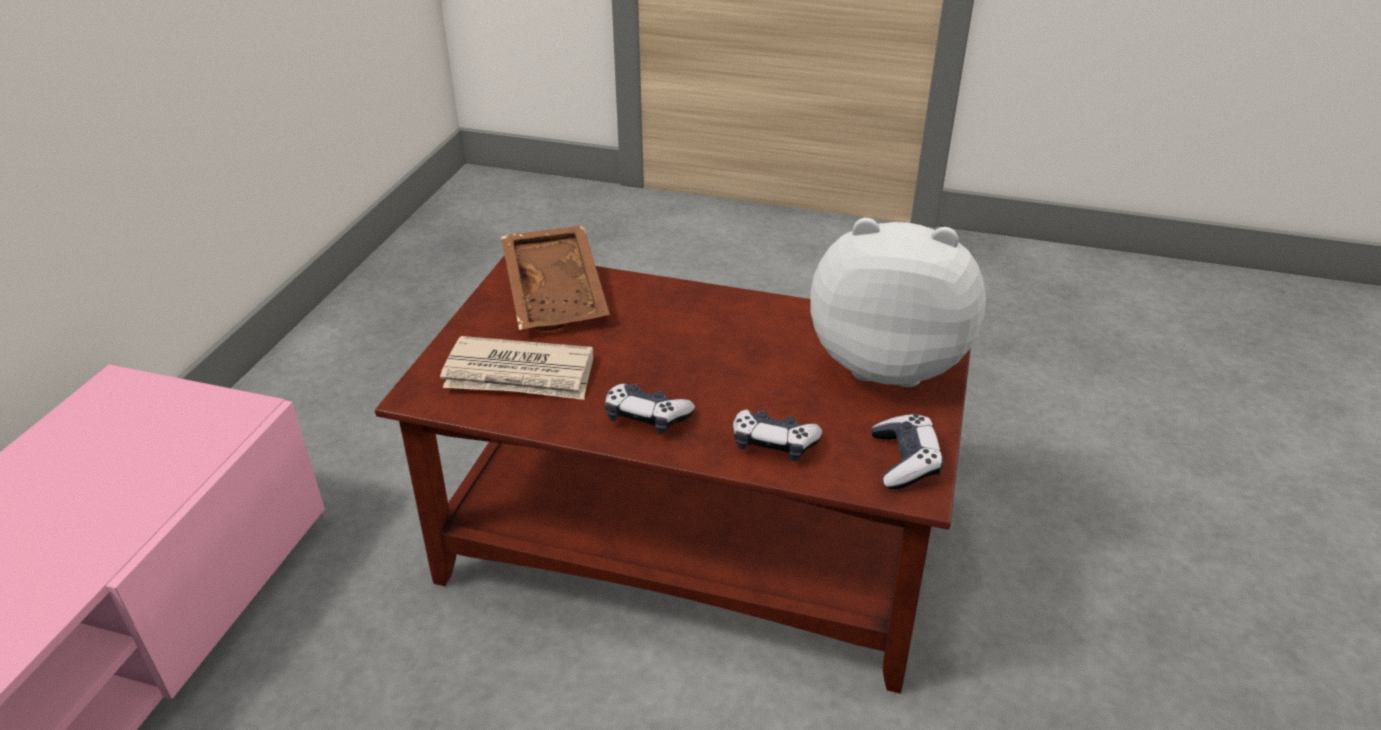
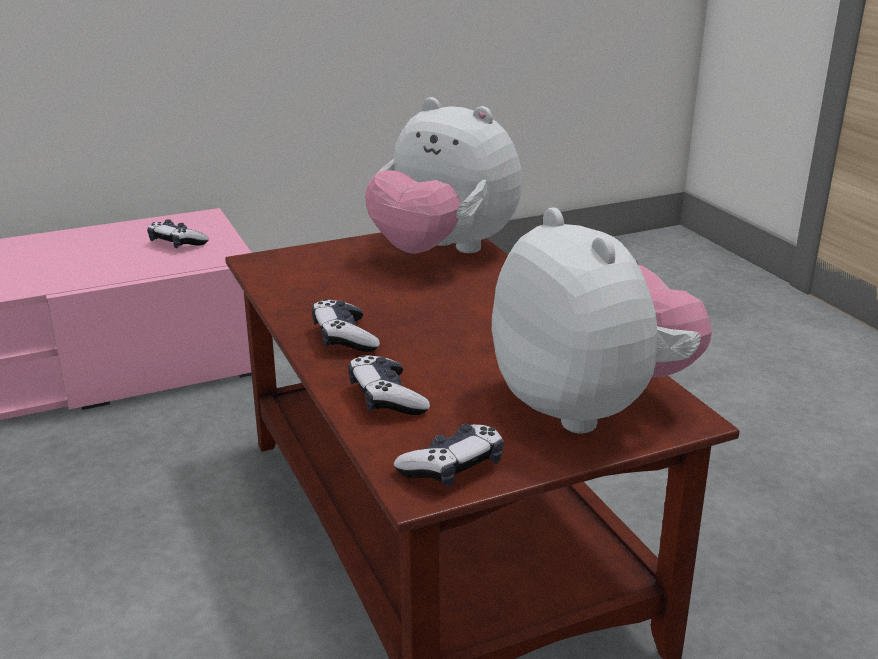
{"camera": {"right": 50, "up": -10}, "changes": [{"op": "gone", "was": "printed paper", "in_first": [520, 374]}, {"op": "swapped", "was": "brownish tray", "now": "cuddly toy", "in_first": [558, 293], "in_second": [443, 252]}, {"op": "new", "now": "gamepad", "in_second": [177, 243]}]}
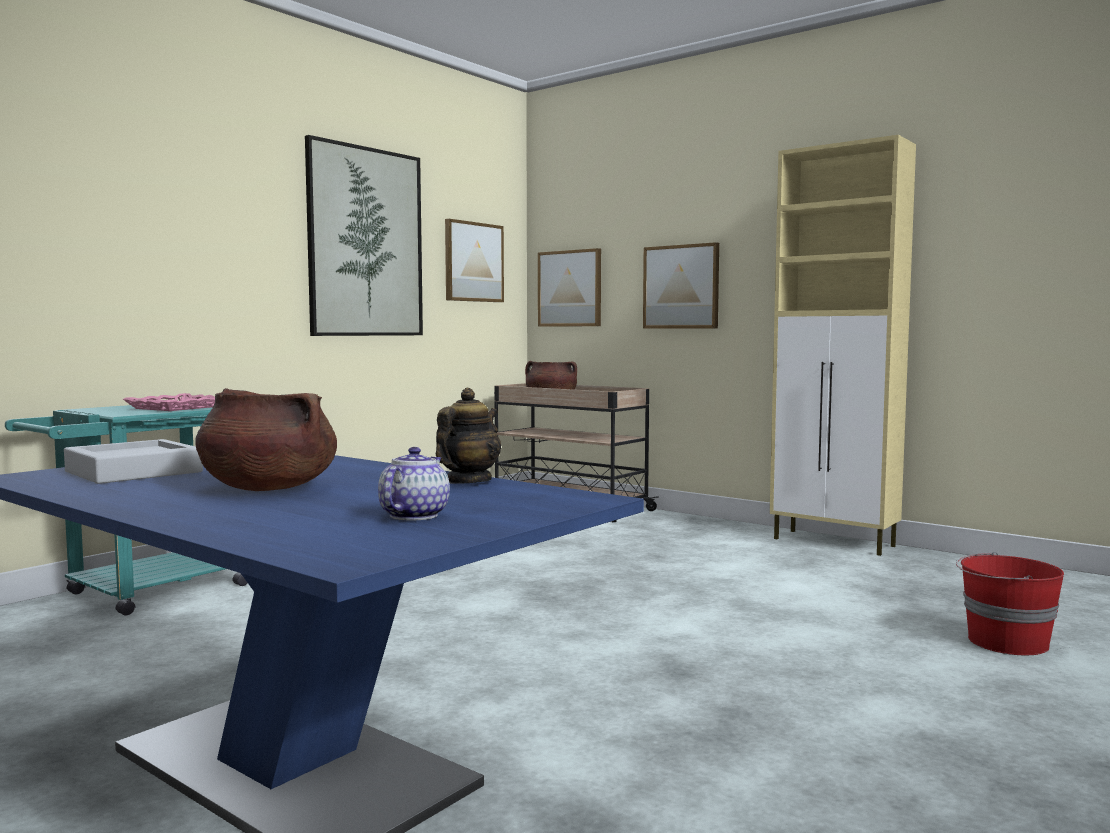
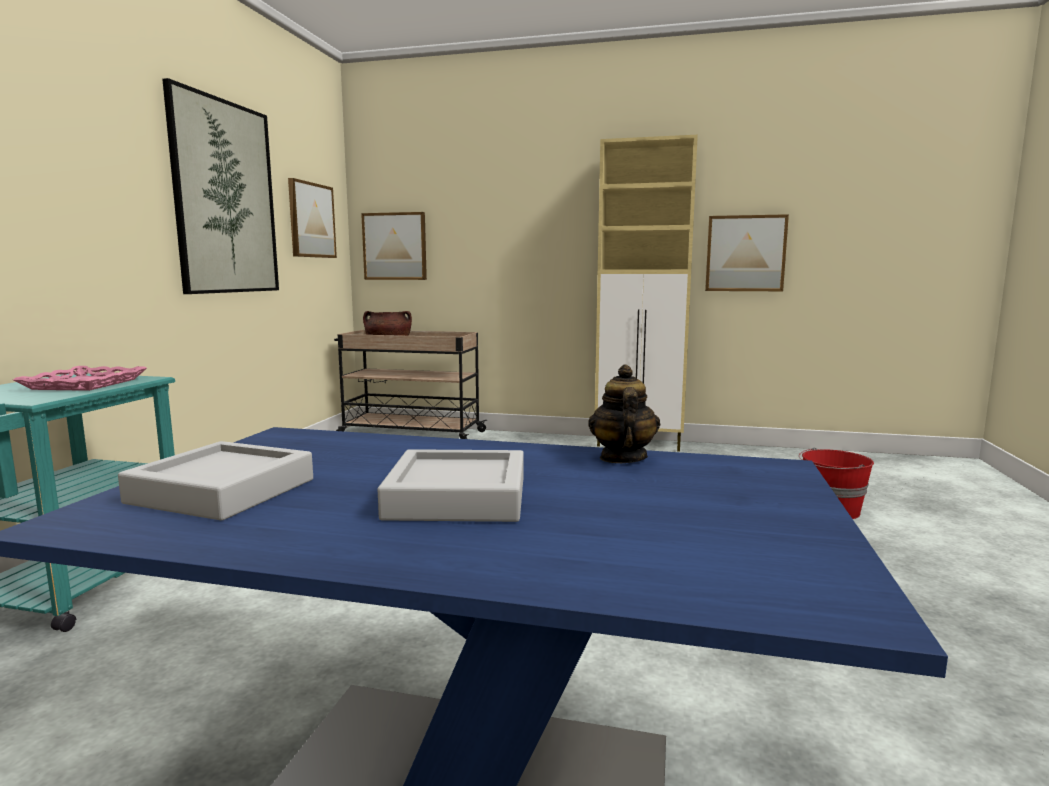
{"camera": {"right": -25, "up": 5}, "changes": [{"op": "swapped", "was": "brownish stockpot", "now": "grey tray", "in_first": [268, 488], "in_second": [457, 497]}, {"op": "gone", "was": "tea pot", "in_first": [413, 515]}, {"op": "shifted", "was": "wall art", "in_first": [681, 287], "in_second": [745, 253]}]}
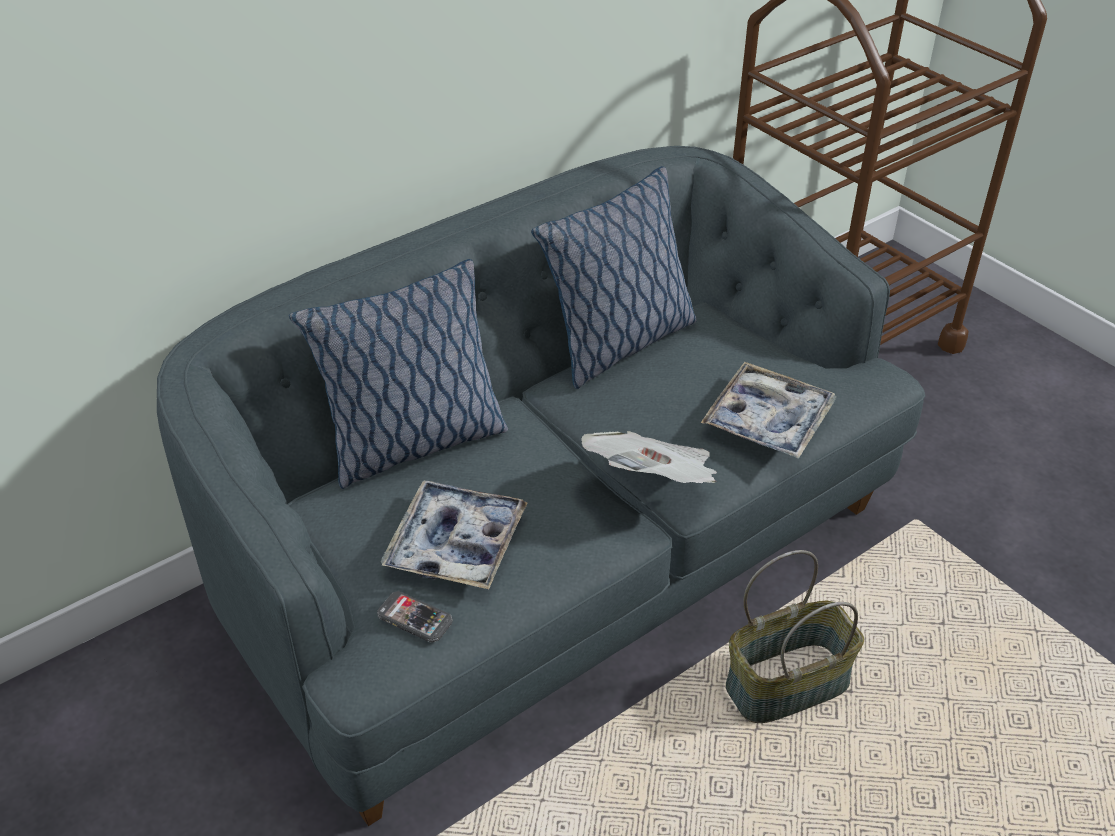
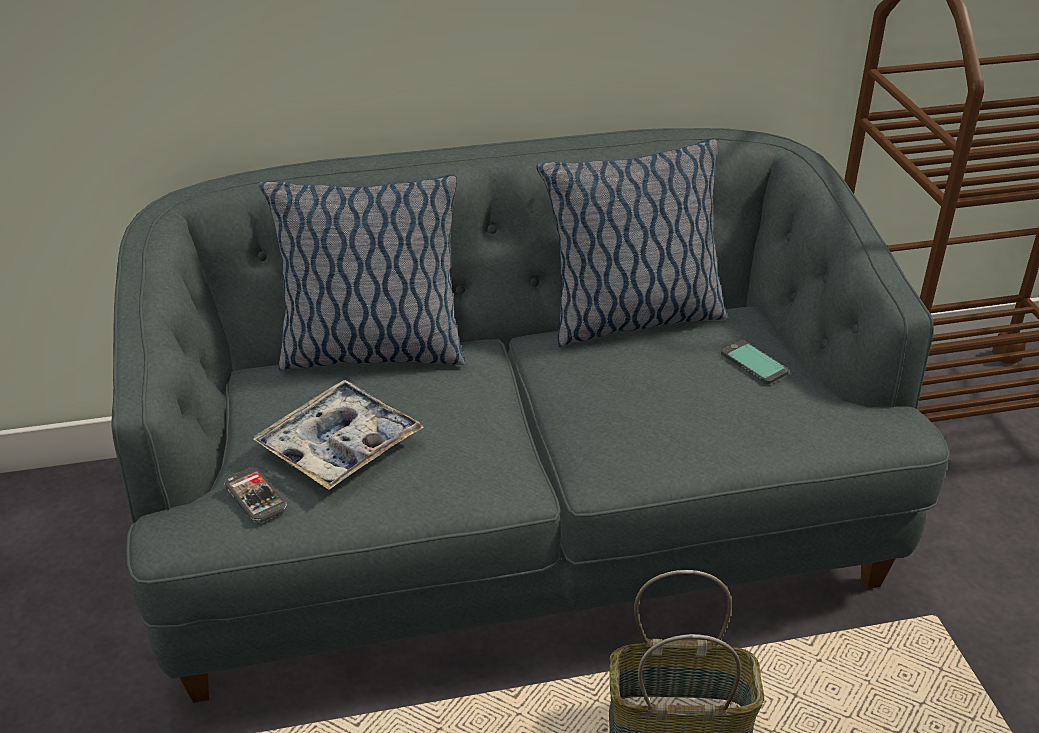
{"camera": {"right": 25, "up": -5}, "changes": [{"op": "gone", "was": "printed paper", "in_first": [653, 482]}, {"op": "gone", "was": "tray", "in_first": [768, 420]}, {"op": "new", "now": "telephone", "in_second": [753, 363]}]}
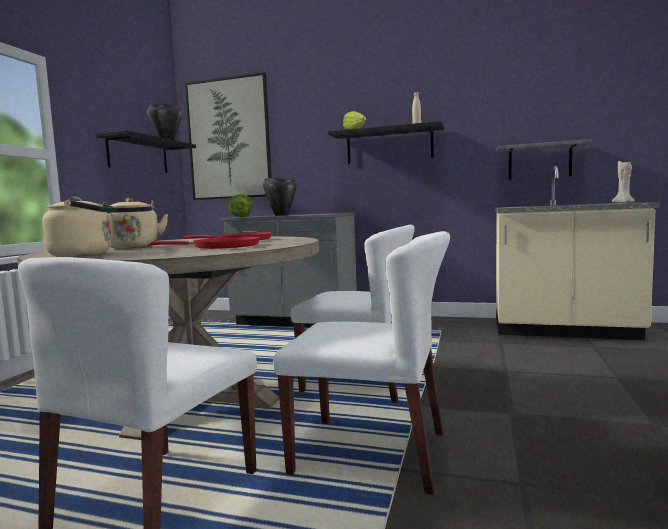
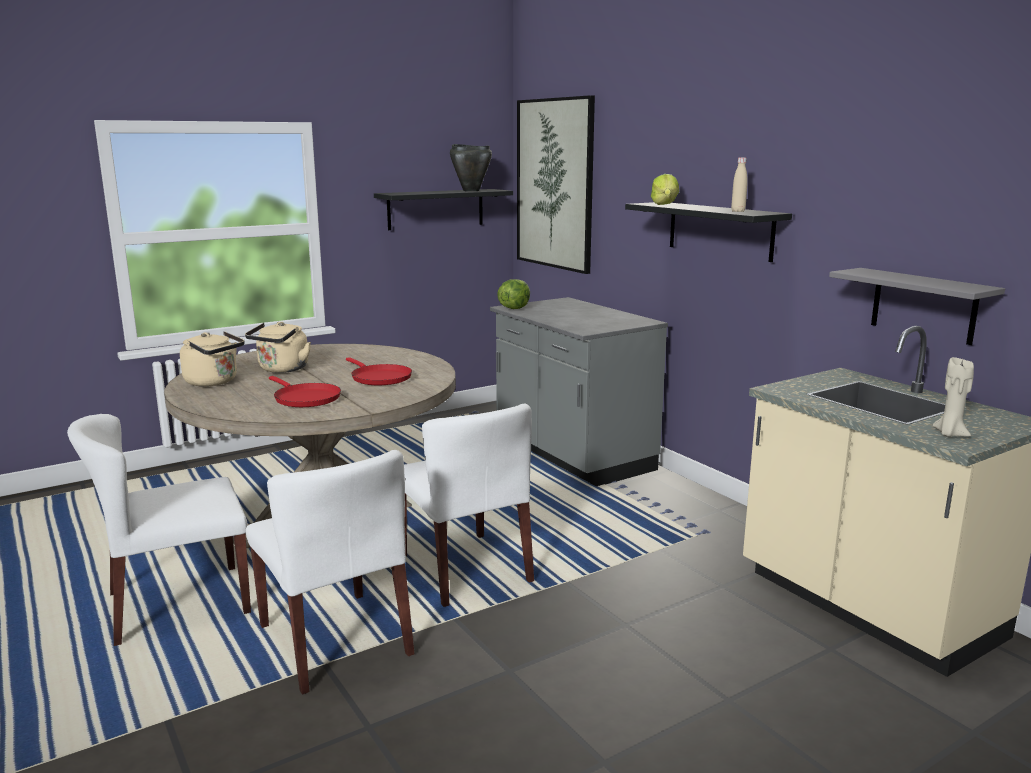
{"camera": {"right": 40, "up": 10}, "changes": [{"op": "gone", "was": "black-coloured stockpot", "in_first": [281, 215]}]}
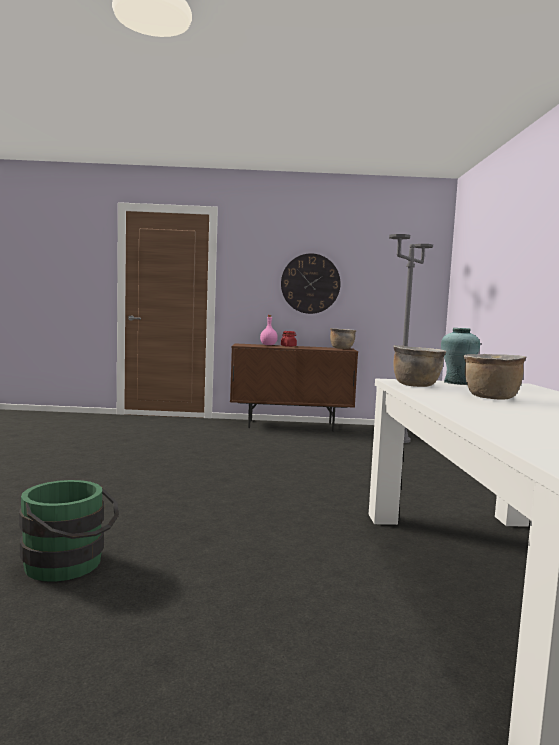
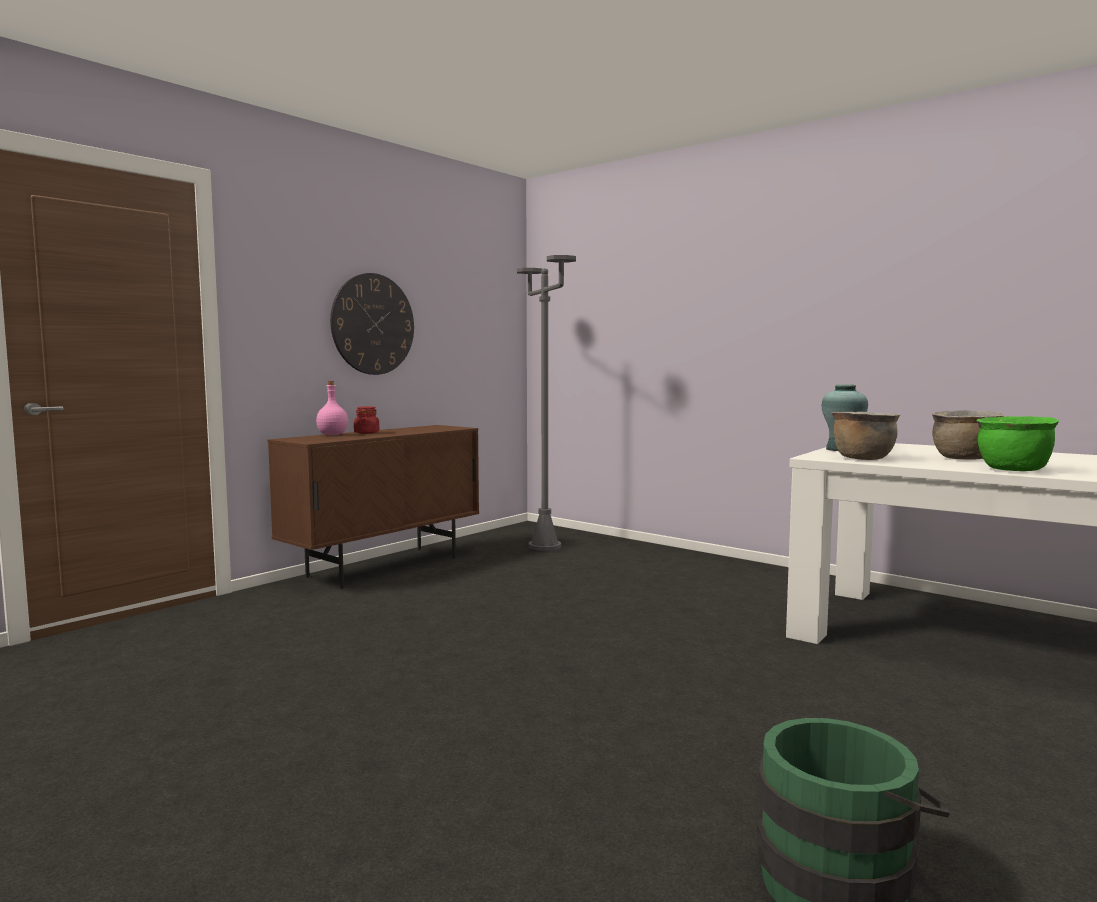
{"camera": {"right": -50, "up": 0}, "changes": [{"op": "gone", "was": "brownish stockpot", "in_first": [341, 348]}, {"op": "new", "now": "greenish stockpot", "in_second": [1013, 470]}]}
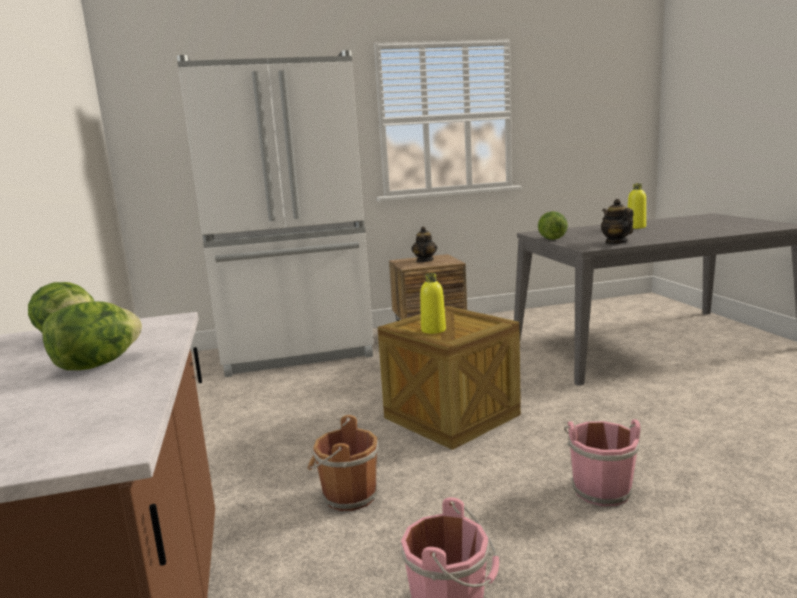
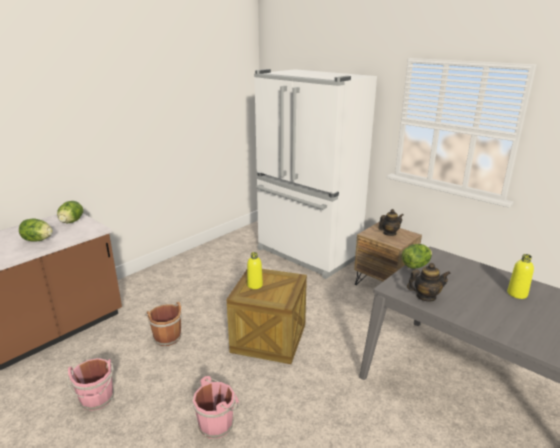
{"camera": {"right": 55, "up": 10}, "changes": [{"op": "rotated", "was": "tea pot", "in_first": [616, 242], "in_second": [426, 297], "clockwise": 45}]}
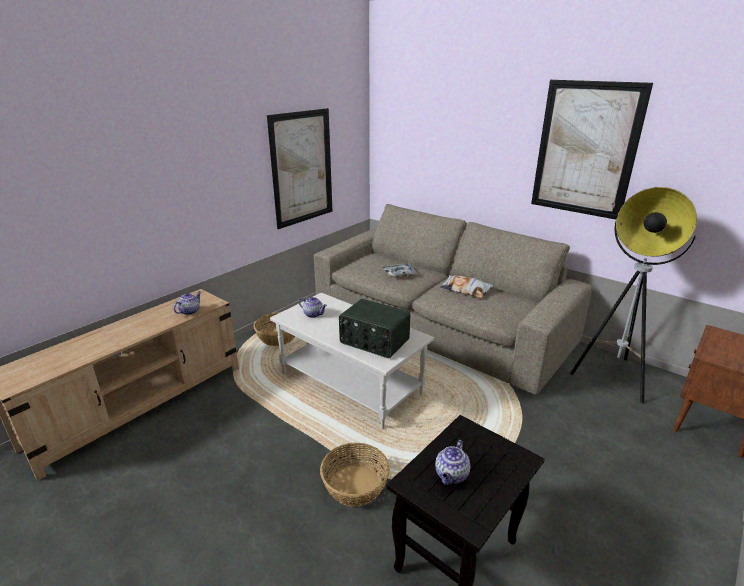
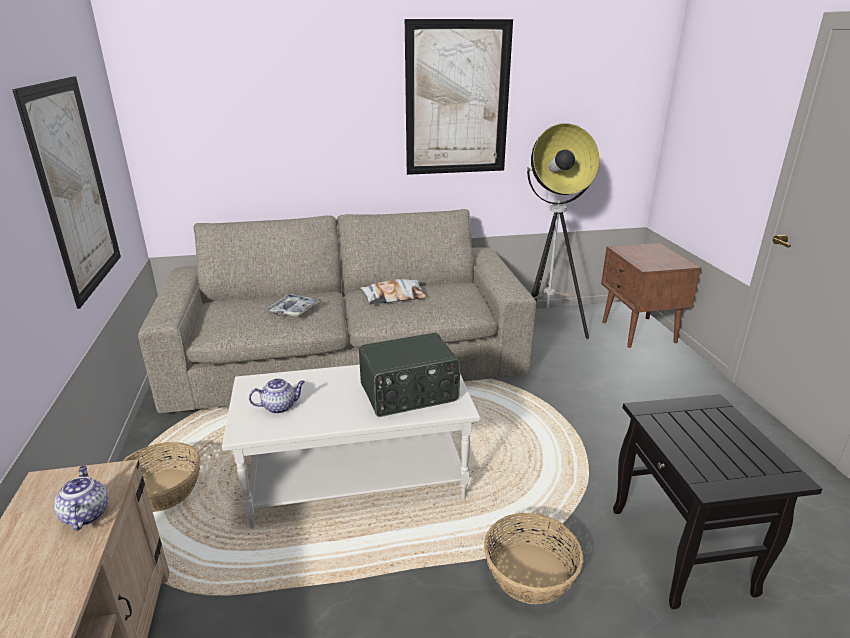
{"camera": {"right": -50, "up": 0}, "changes": [{"op": "gone", "was": "tea pot", "in_first": [451, 475]}]}
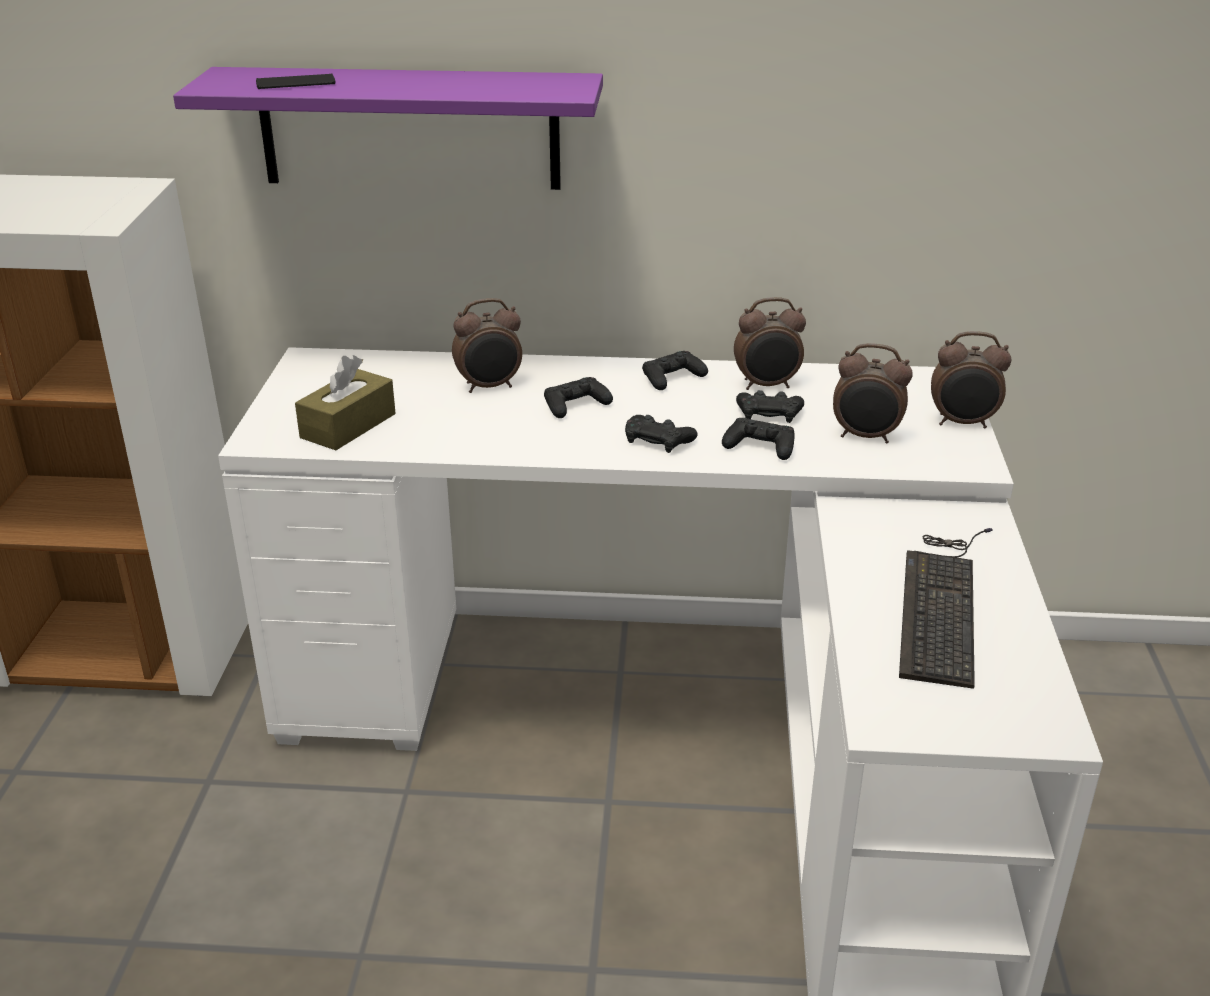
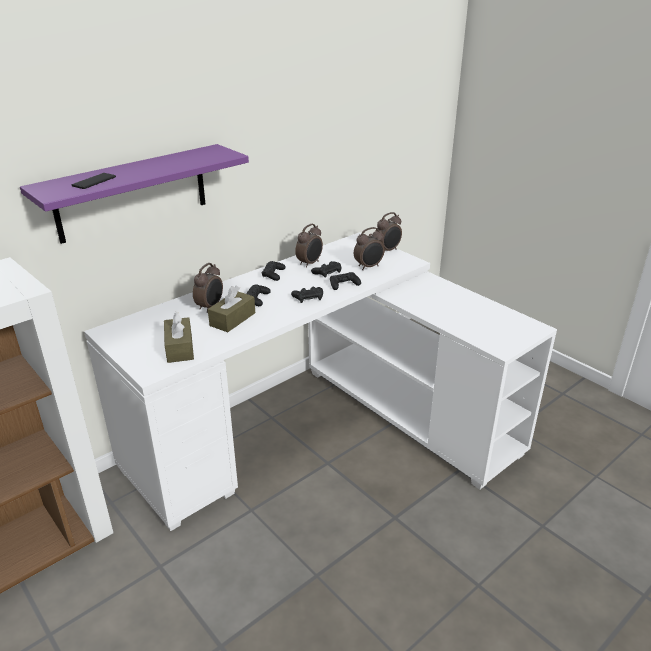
{"camera": {"right": -45, "up": 0}, "changes": [{"op": "gone", "was": "computer keyboard", "in_first": [942, 602]}, {"op": "new", "now": "brownish tissue box", "in_second": [232, 319]}]}
